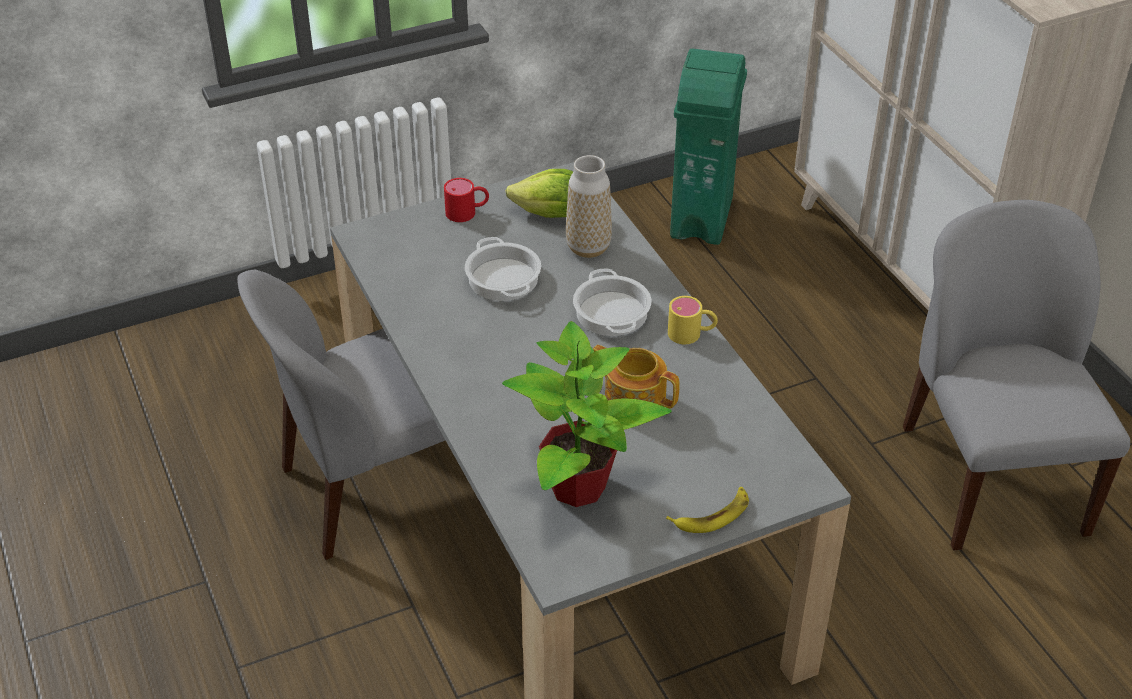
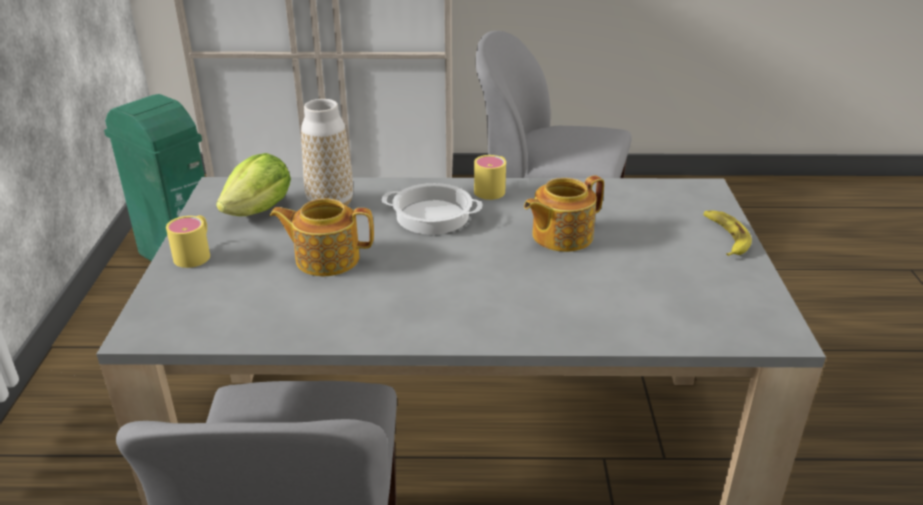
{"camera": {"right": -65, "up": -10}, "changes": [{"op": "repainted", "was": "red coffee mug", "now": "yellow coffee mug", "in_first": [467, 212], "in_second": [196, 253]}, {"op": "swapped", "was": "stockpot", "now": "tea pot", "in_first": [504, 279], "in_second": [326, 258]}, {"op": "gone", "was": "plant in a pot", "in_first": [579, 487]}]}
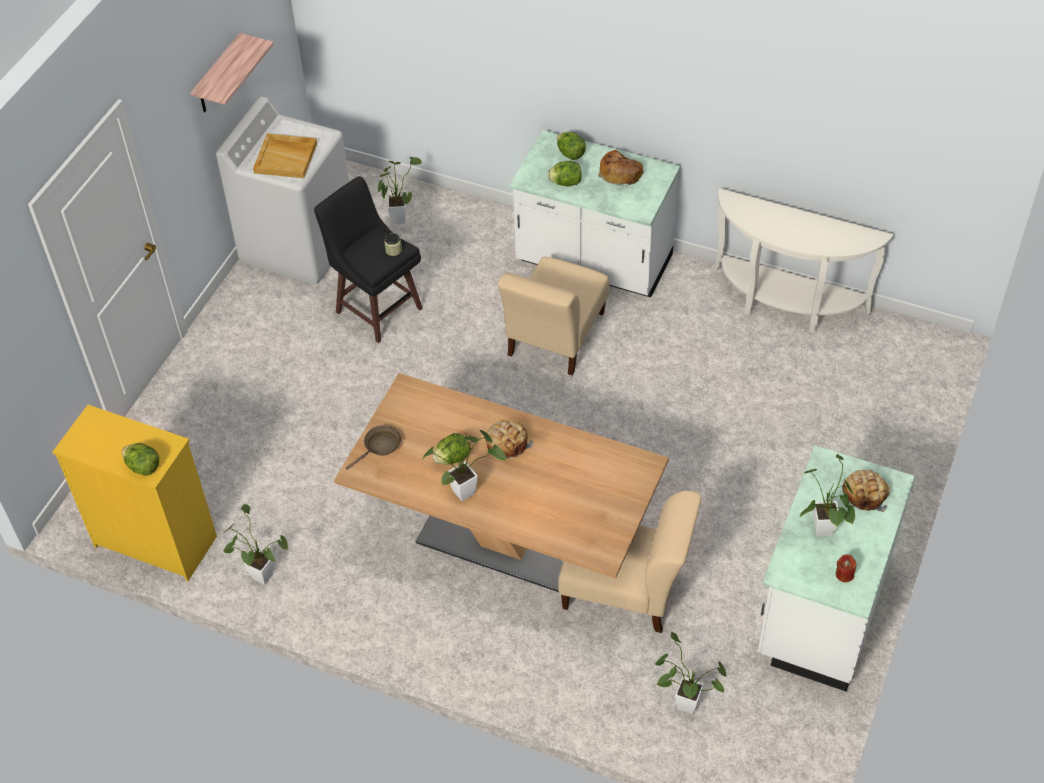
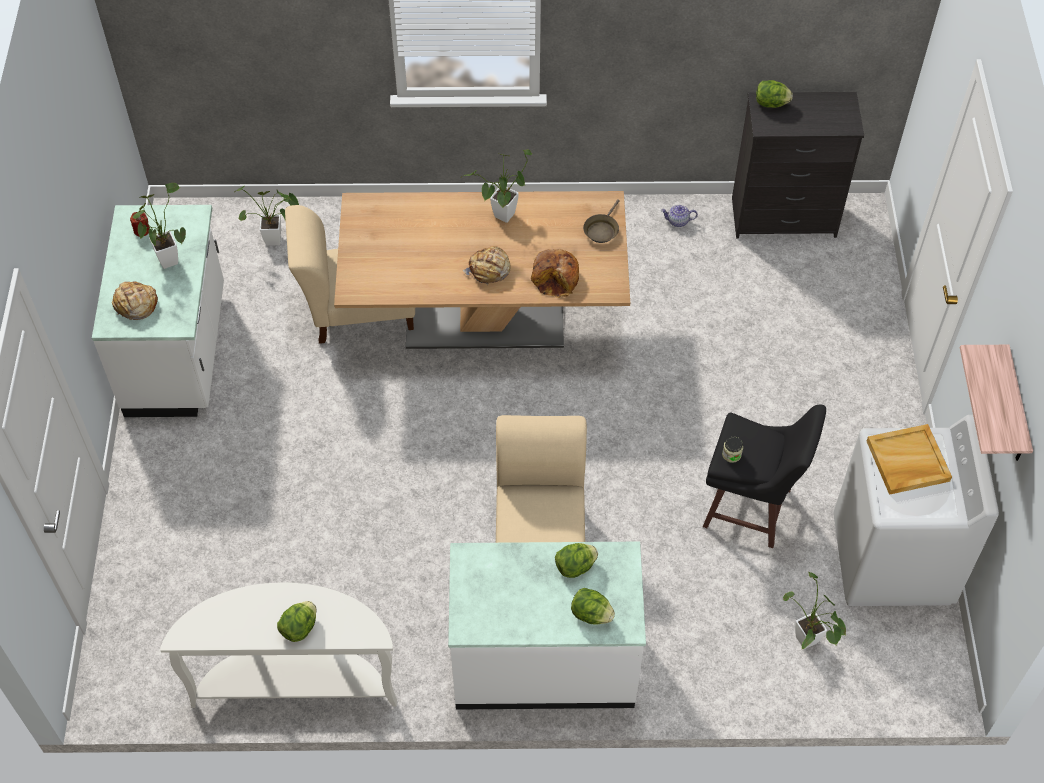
{"camera": {"right": 155, "up": 5}, "changes": [{"op": "repainted", "was": "yellow chest of drawers", "now": "black-coloured chest of drawers", "in_first": [155, 540], "in_second": [784, 218]}, {"op": "swapped", "was": "plant in a pot", "now": "tea pot", "in_first": [259, 574], "in_second": [678, 221]}, {"op": "shifted", "was": "head of lettuce", "in_first": [452, 458], "in_second": [299, 628]}, {"op": "shifted", "was": "baked bread", "in_first": [620, 173], "in_second": [556, 278]}]}
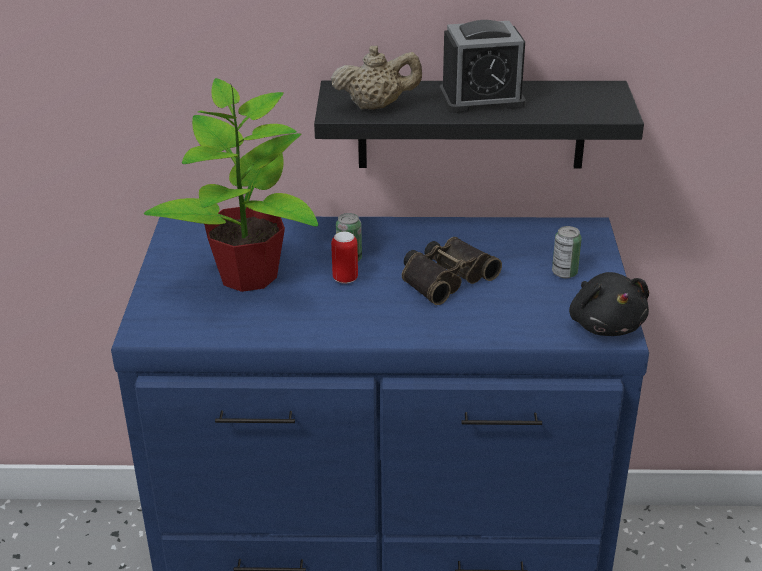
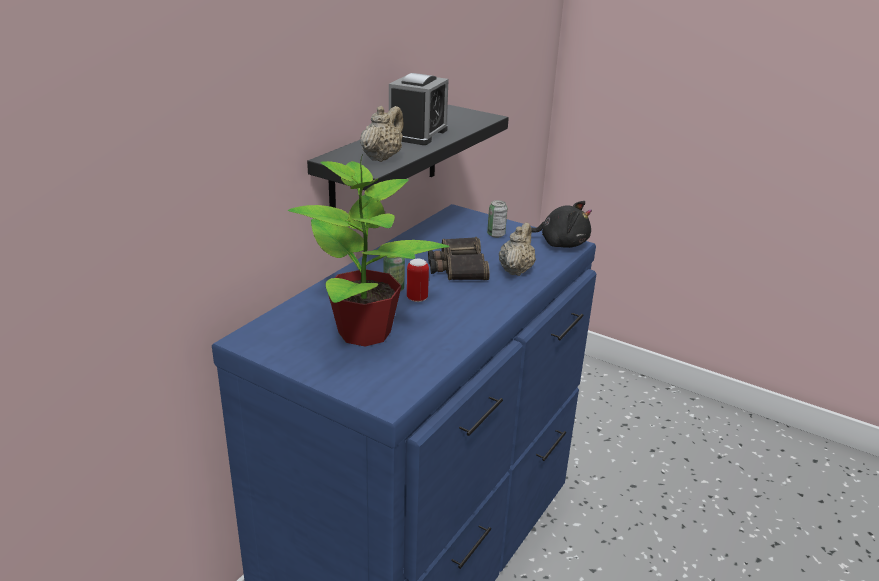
{"camera": {"right": -60, "up": -5}, "changes": [{"op": "new", "now": "sand-coloured tea pot", "in_second": [516, 270]}]}
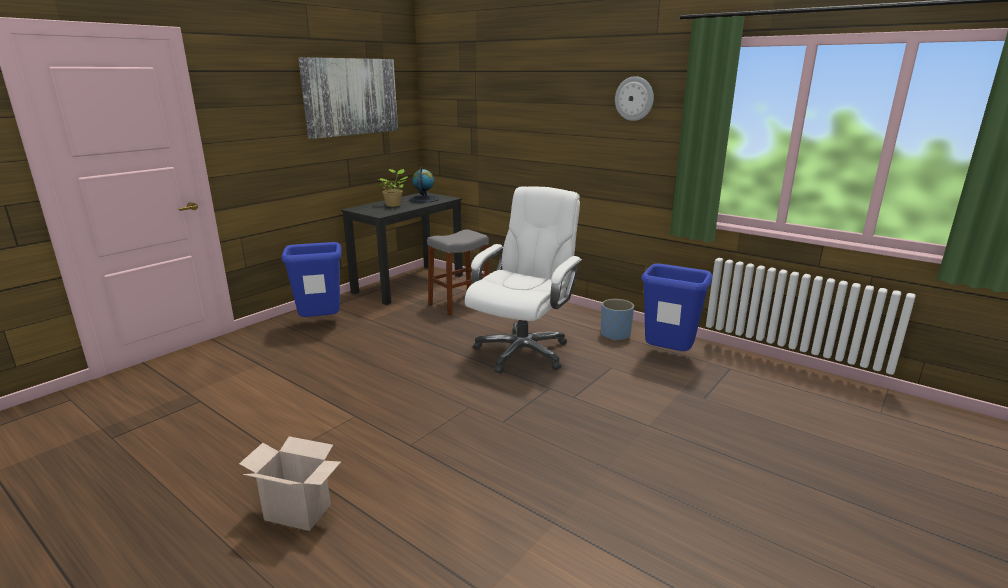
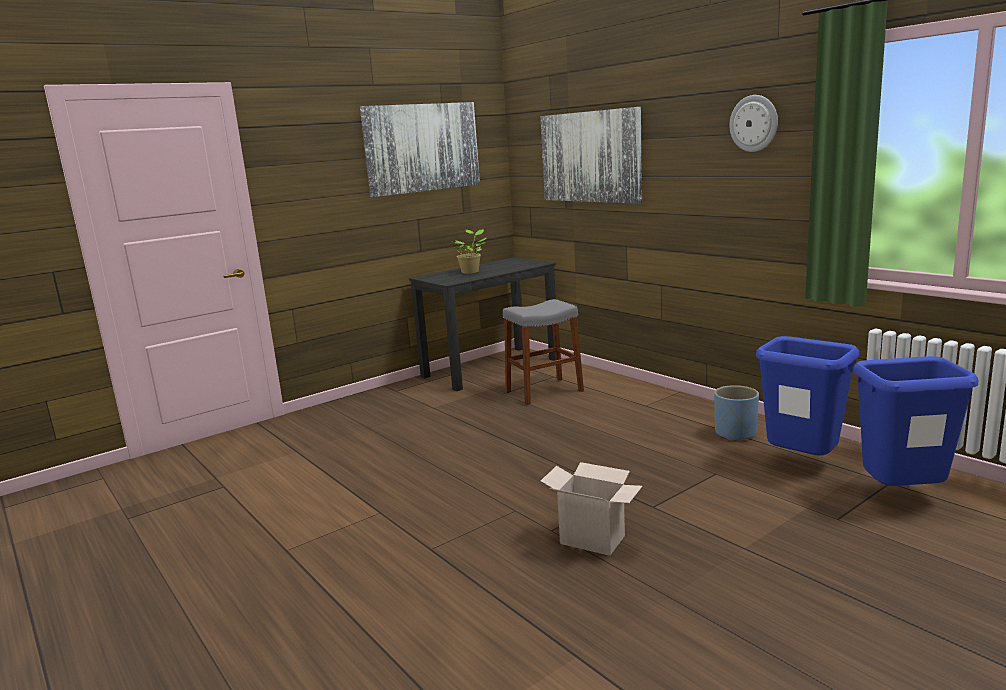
{"camera": {"right": 15, "up": -5}, "changes": [{"op": "shifted", "was": "packing box", "in_first": [300, 511], "in_second": [594, 539]}, {"op": "shifted", "was": "blue rubbish bin", "in_first": [321, 323], "in_second": [903, 496]}, {"op": "gone", "was": "globe", "in_first": [424, 199]}, {"op": "gone", "was": "white desk chair", "in_first": [522, 351]}, {"op": "new", "now": "wall art", "in_second": [590, 157]}]}
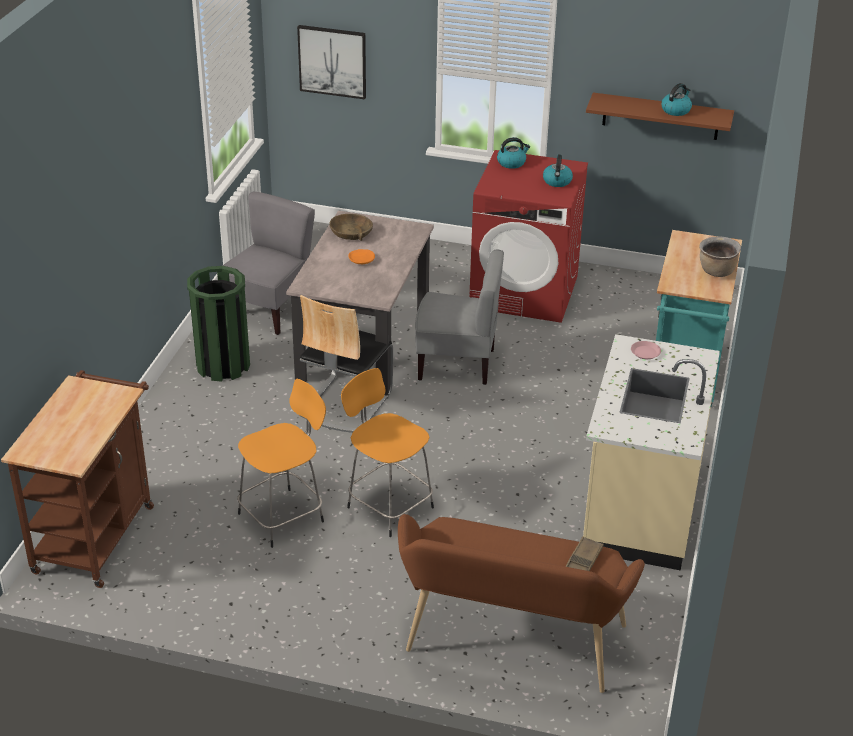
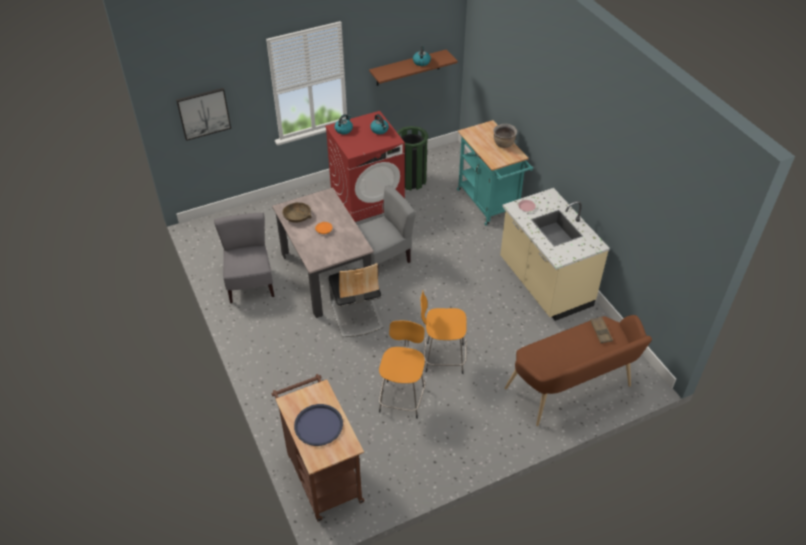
{"camera": {"right": -40, "up": 10}, "changes": [{"op": "shifted", "was": "greenish rubbish bin", "in_first": [223, 365], "in_second": [411, 180]}, {"op": "new", "now": "blue tray", "in_second": [318, 425]}]}
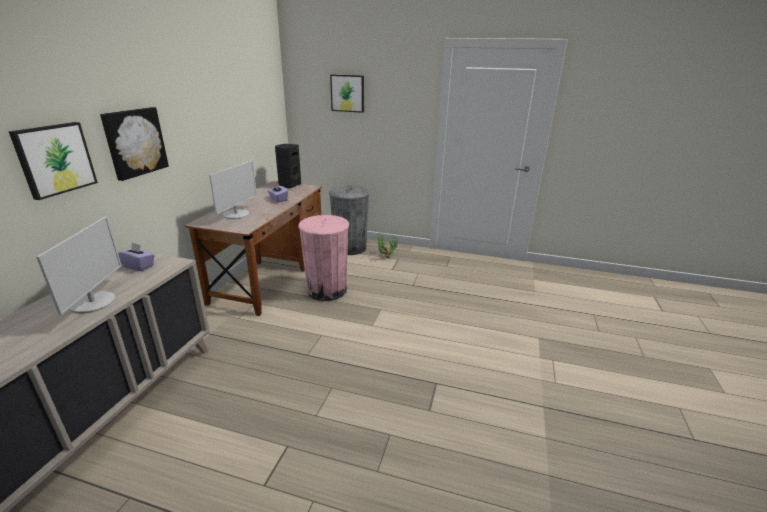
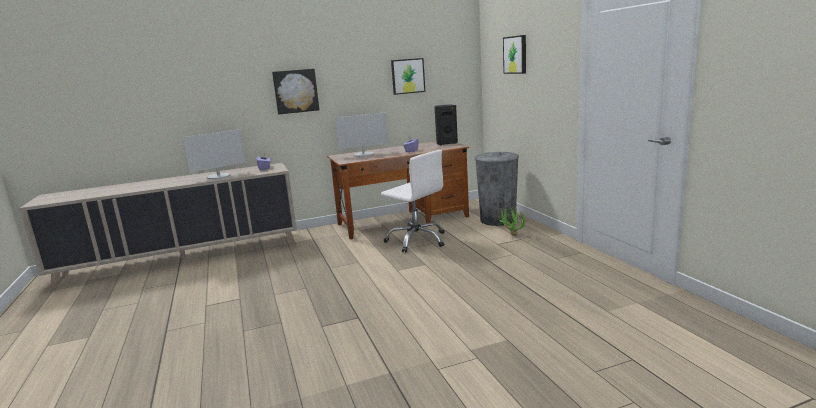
{"camera": {"right": 55, "up": -10}, "changes": [{"op": "shifted", "was": "wall art", "in_first": [54, 159], "in_second": [407, 76]}, {"op": "swapped", "was": "pink-coloured rubbish bin", "now": "white desk chair", "in_first": [327, 290], "in_second": [417, 240]}]}
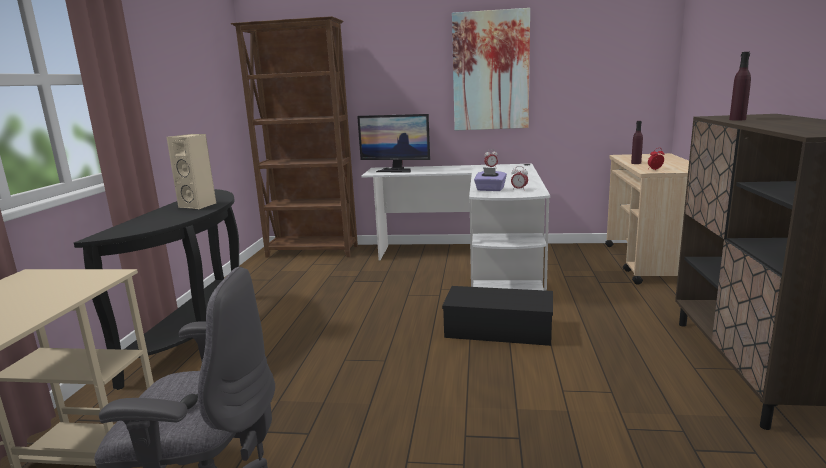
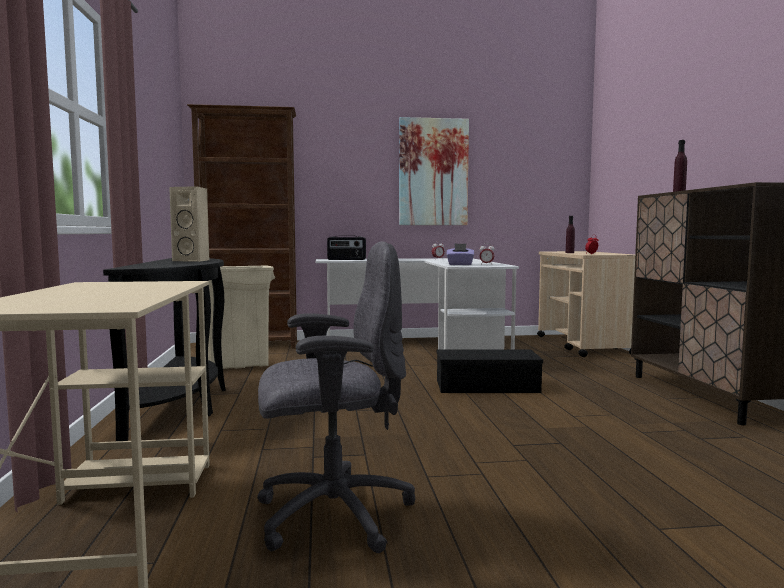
{"camera": {"right": -15, "up": -10}, "changes": [{"op": "swapped", "was": "monitor", "now": "radio", "in_first": [396, 170], "in_second": [346, 259]}, {"op": "new", "now": "sand-coloured rubbish bin", "in_second": [238, 366]}]}
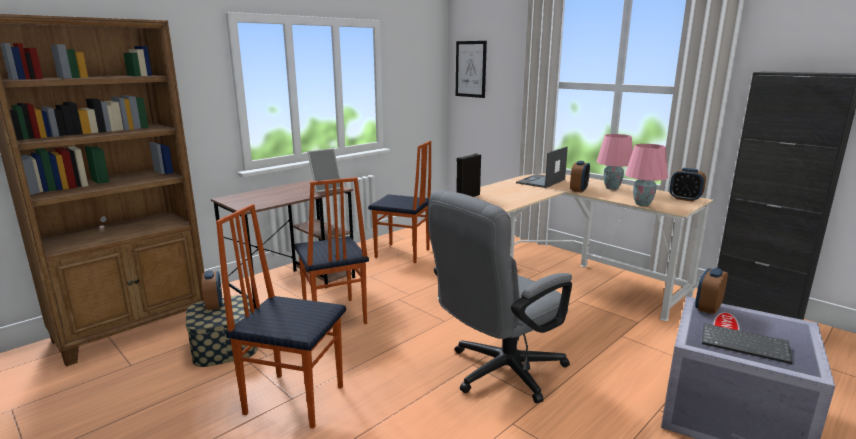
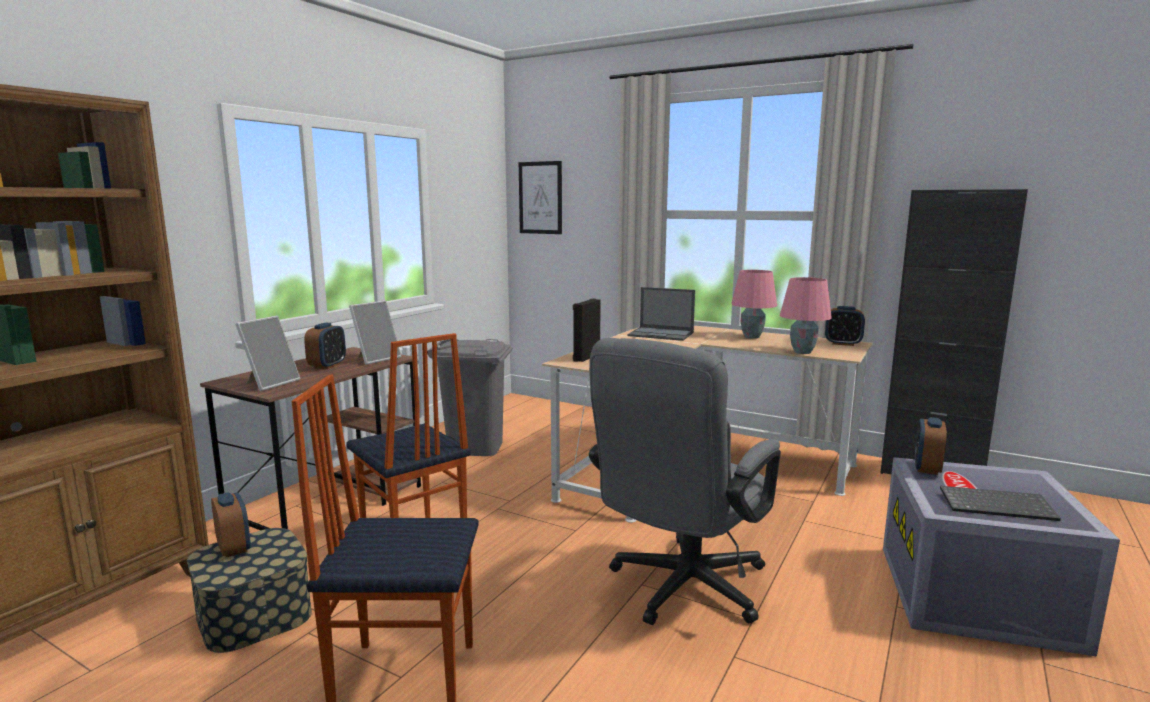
{"camera": {"right": -15, "up": -5}, "changes": [{"op": "swapped", "was": "chair", "now": "grey rubbish bin", "in_first": [402, 254], "in_second": [475, 447]}, {"op": "rotated", "was": "portable computer", "in_first": [540, 181], "in_second": [661, 334], "clockwise": -90}, {"op": "shifted", "was": "alarm clock", "in_first": [578, 190], "in_second": [327, 366]}, {"op": "new", "now": "picture frame", "in_second": [270, 383]}]}
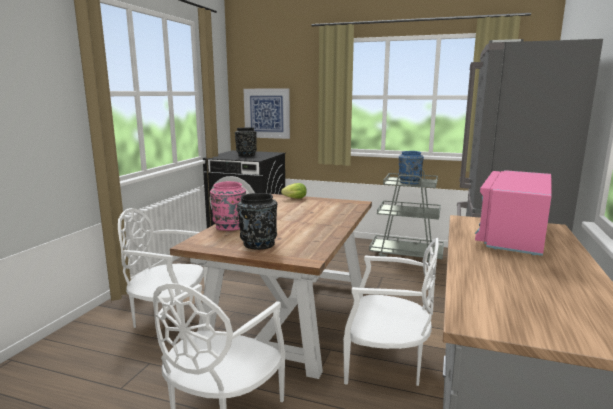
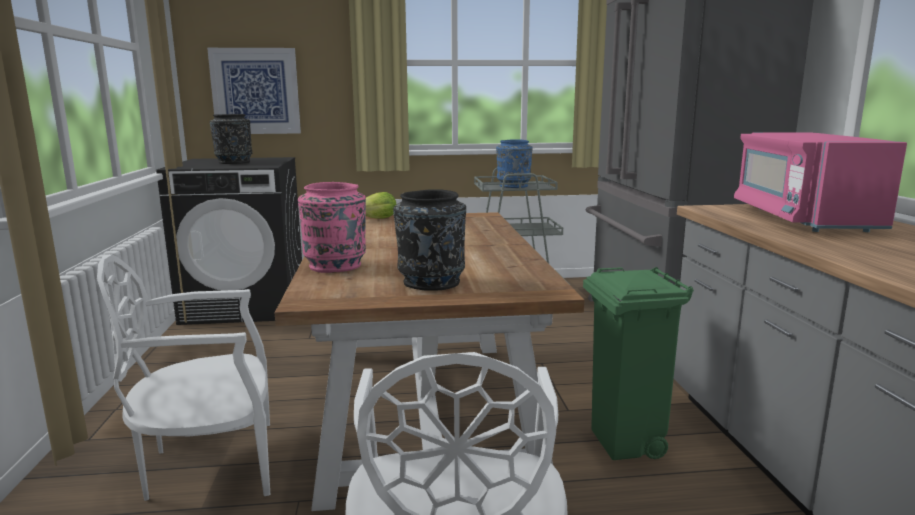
{"camera": {"right": -25, "up": 0}, "changes": [{"op": "swapped", "was": "white chair", "now": "greenish rubbish bin", "in_first": [386, 364], "in_second": [626, 444]}]}
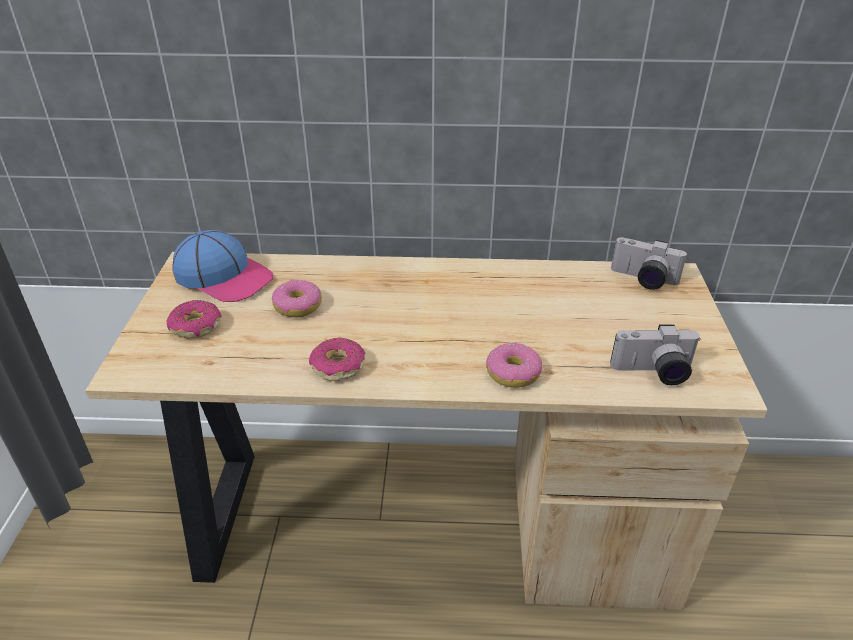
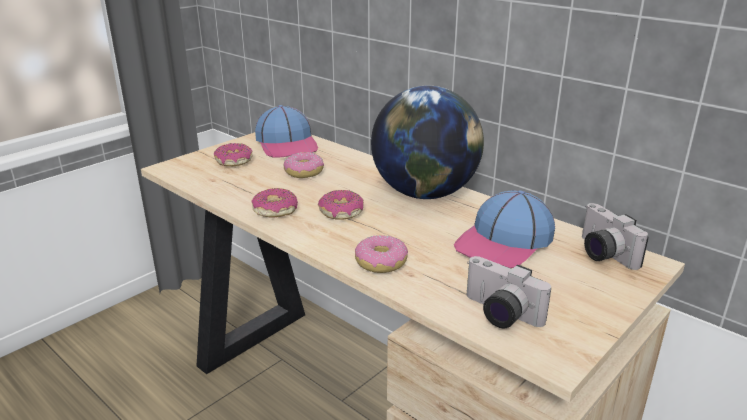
{"camera": {"right": 40, "up": -10}, "changes": [{"op": "new", "now": "ring doughnut", "in_second": [341, 212]}, {"op": "new", "now": "globe", "in_second": [425, 194]}, {"op": "new", "now": "cap", "in_second": [504, 243]}]}
